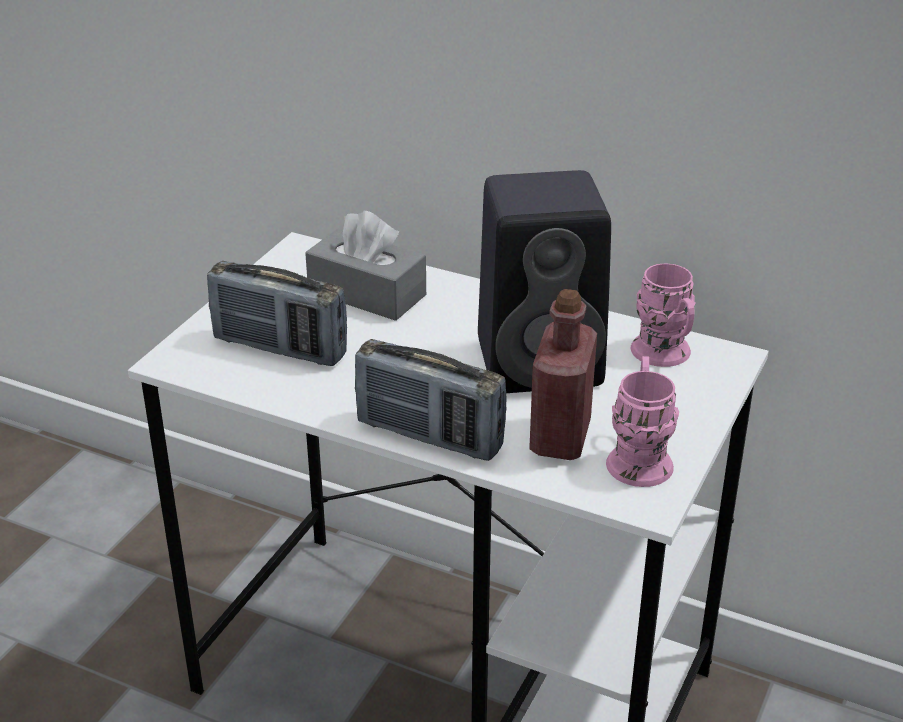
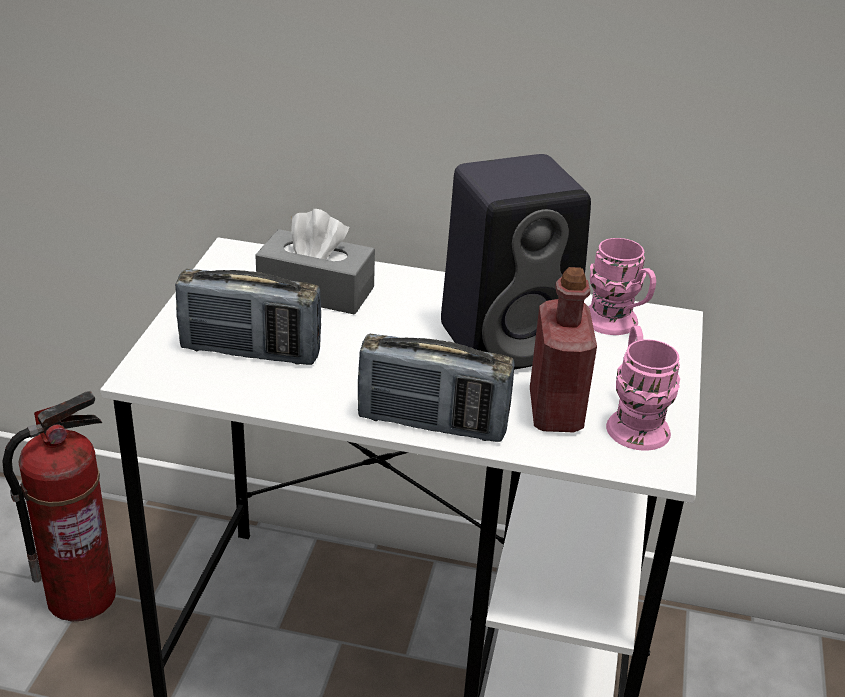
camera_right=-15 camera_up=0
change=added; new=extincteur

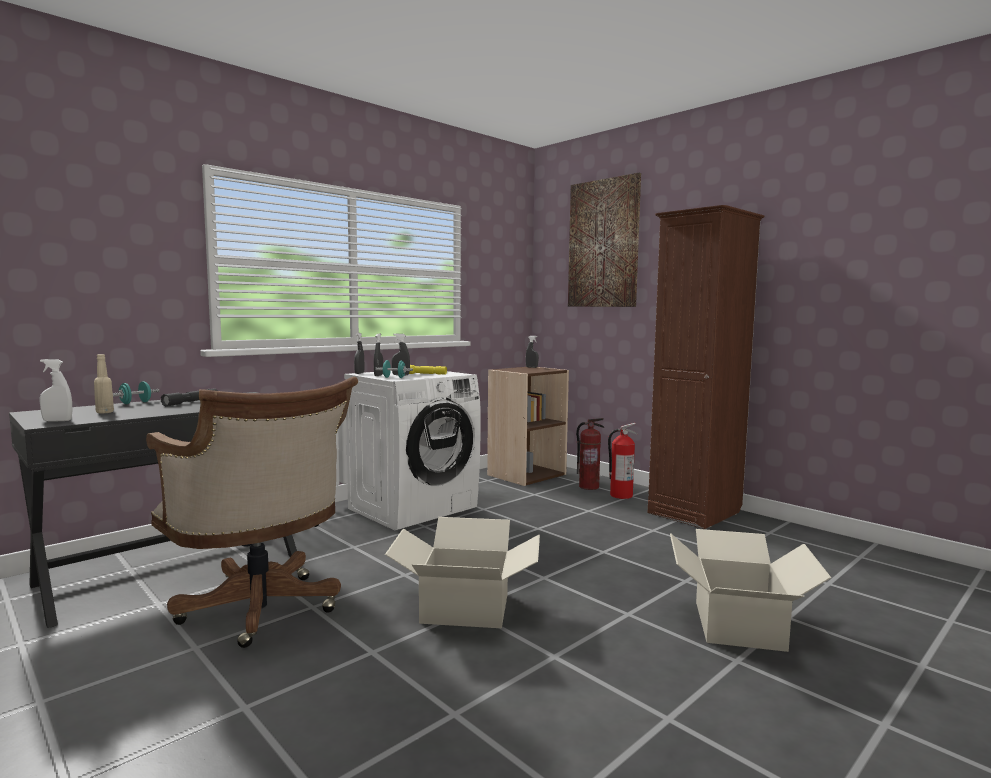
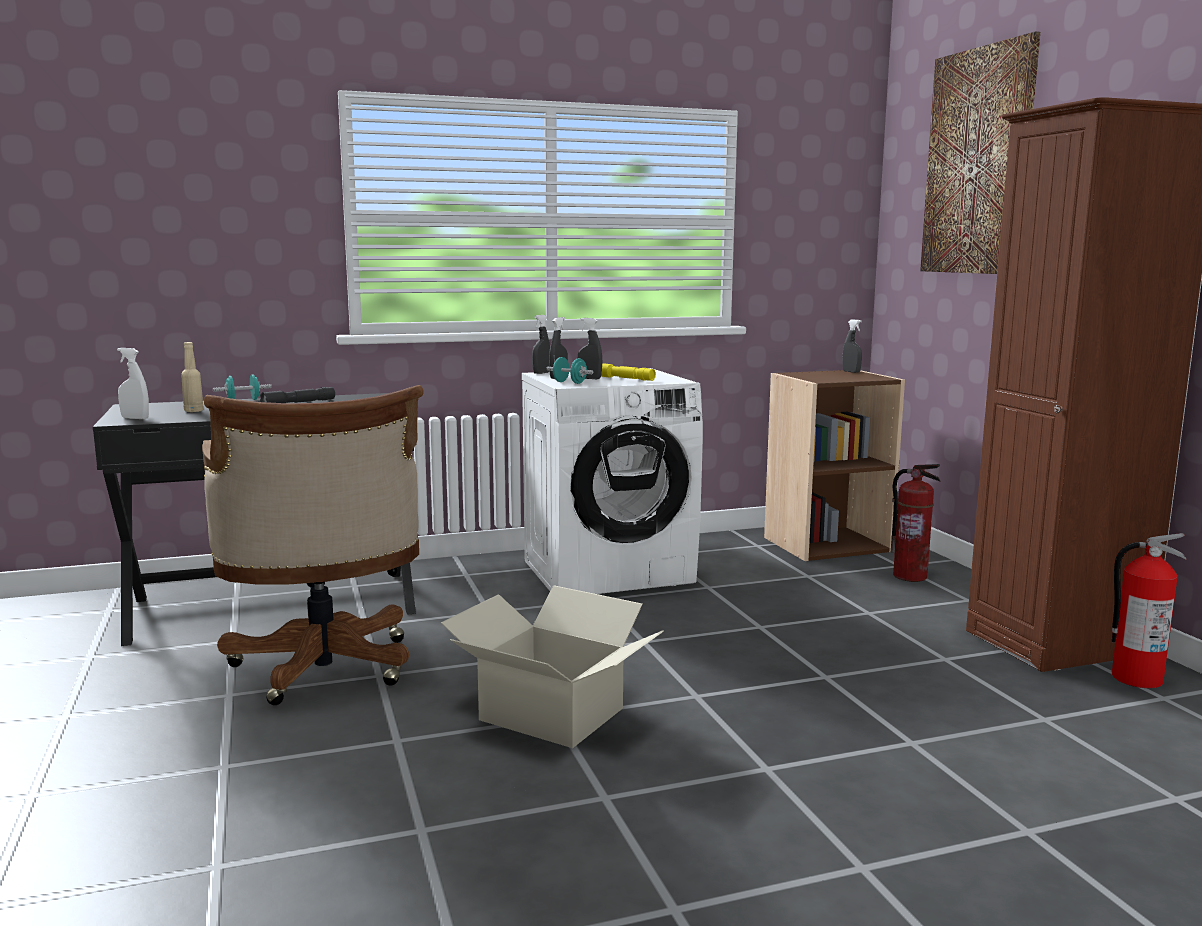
camera_right=25 camera_up=5
change=moved; old=extincteur (2nd from left)
change=removed; old=carton (2nd from left)

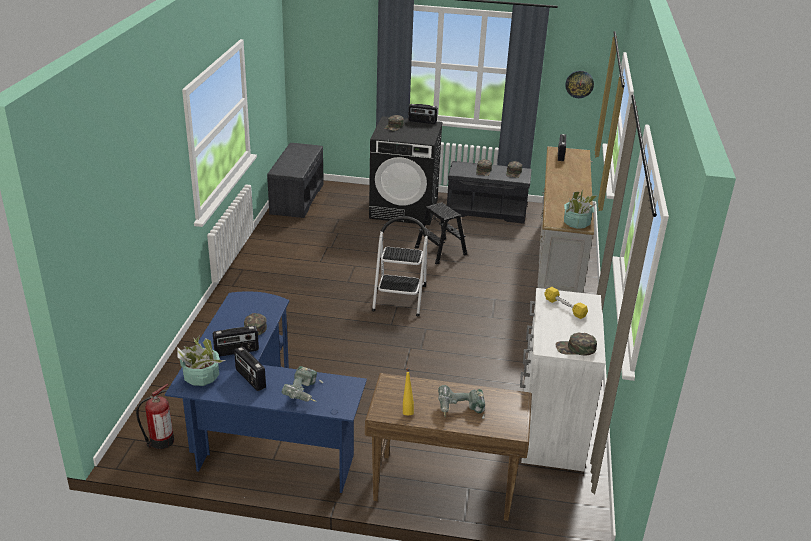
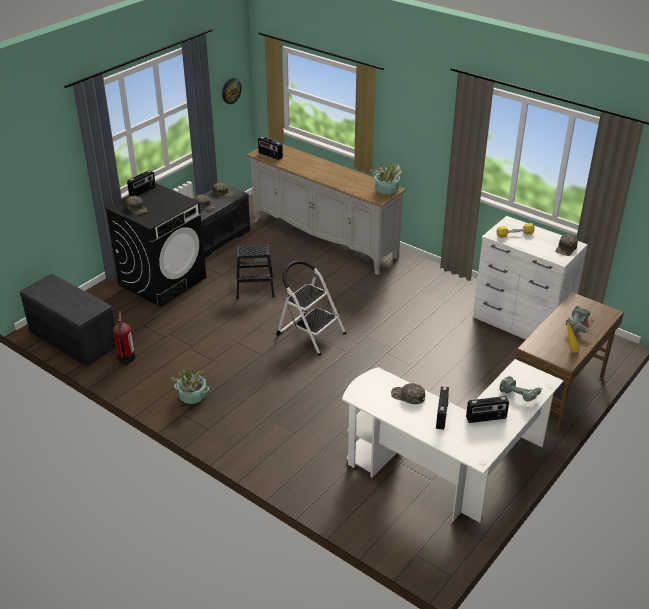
camera_right=-60 camera_up=5
change=recoloured; old=bureau/bleu; new=bureau/blanc
change=moved; old=plante en pot (1st from left)
change=moved; old=extincteur

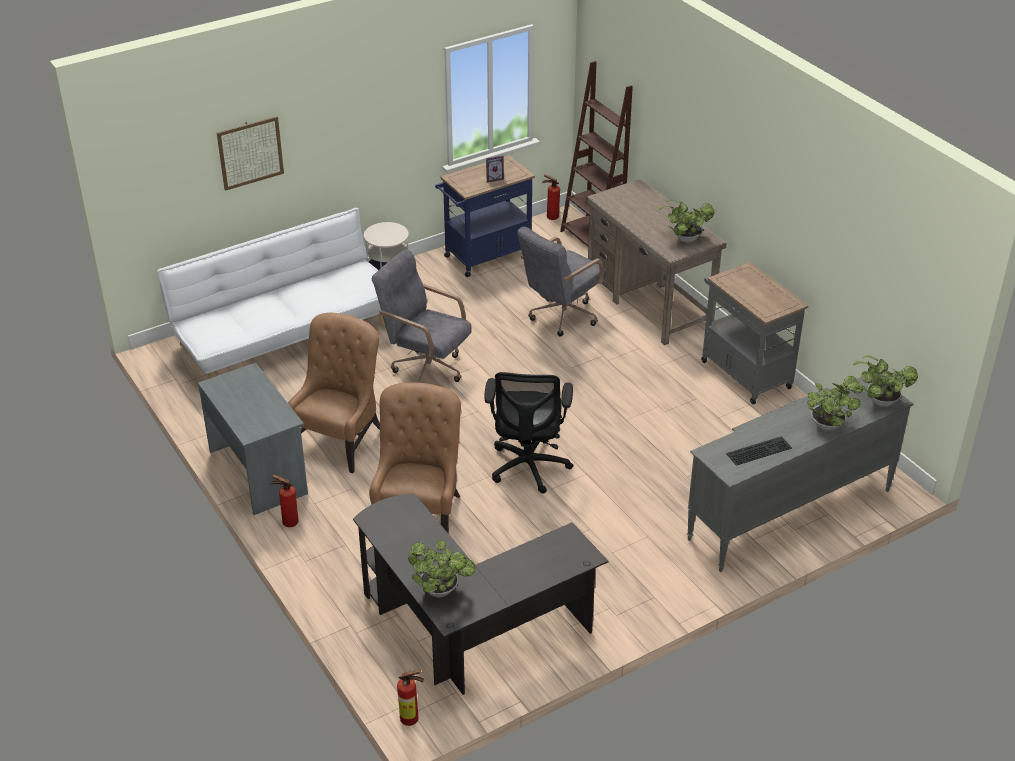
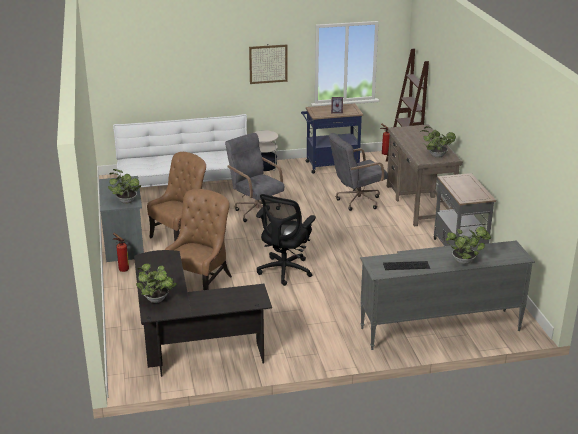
camera_right=20 camera_up=-10
change=moved; old=tableau
change=moved; old=plante en pot (4th from left in the first image); new=plante en pot (1st from left)
change=removed; old=extincteur (2nd from left)

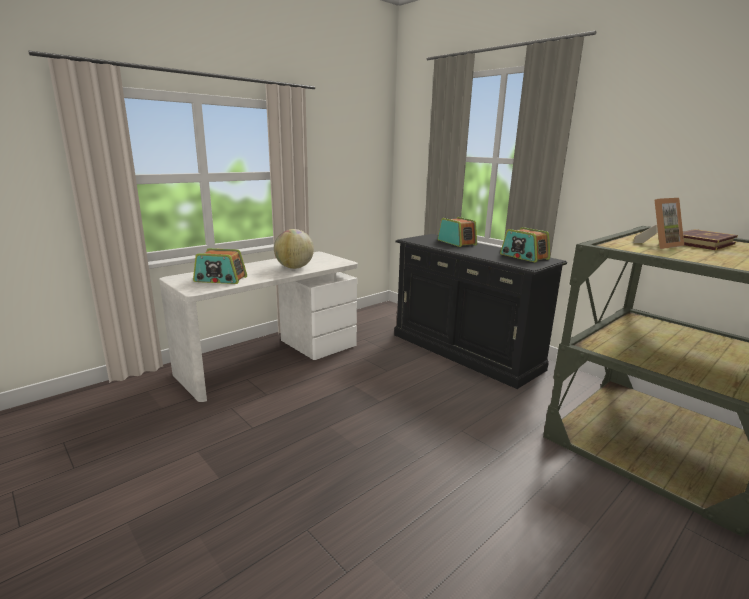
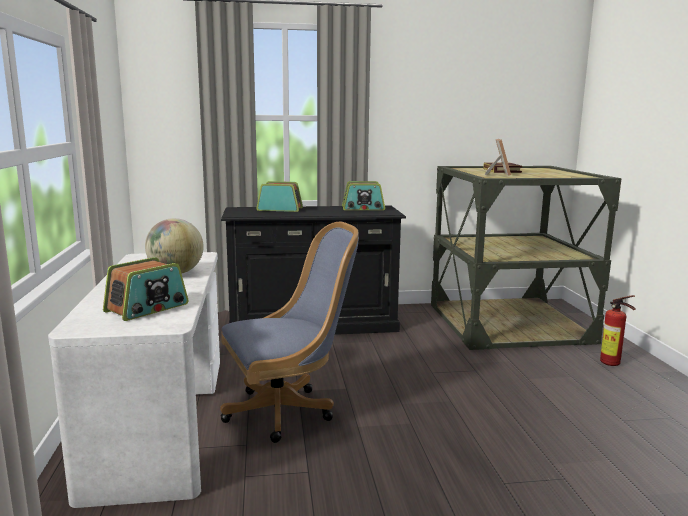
camera_right=-55 camera_up=-5
change=added; new=chaise de bureau/bleu
change=added; new=extincteur

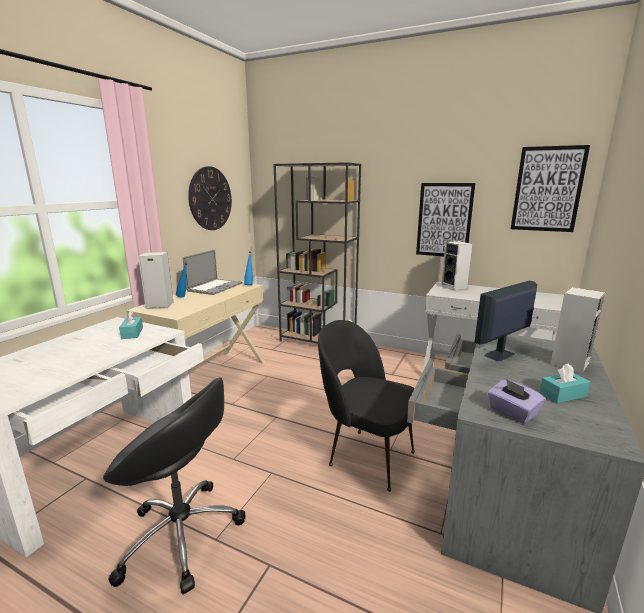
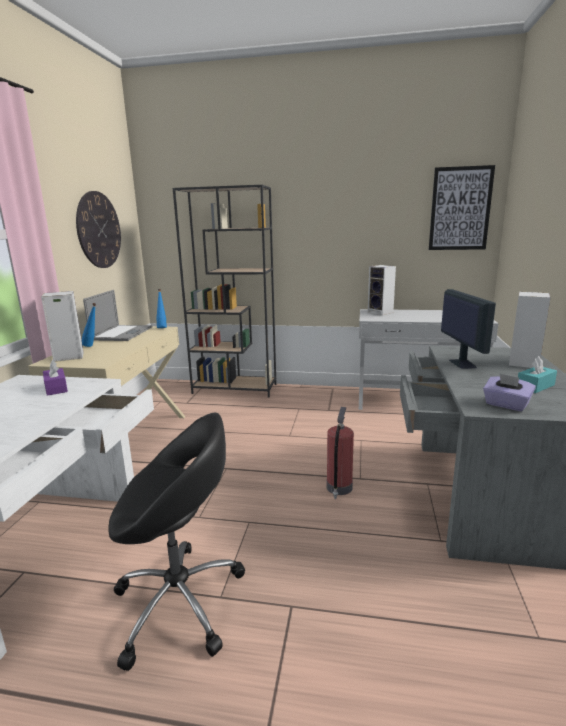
camera_right=-15 camera_up=0
change=removed; old=tableau (1st from left)
change=turned; old=écran d'ordinateur; degrees=135
change=recoloured; old=boîte à mouchoirs/turquoise (1st from left); new=boîte à mouchoirs/violet (1st from left)
change=replaced; old=chaise/noir; new=extincteur

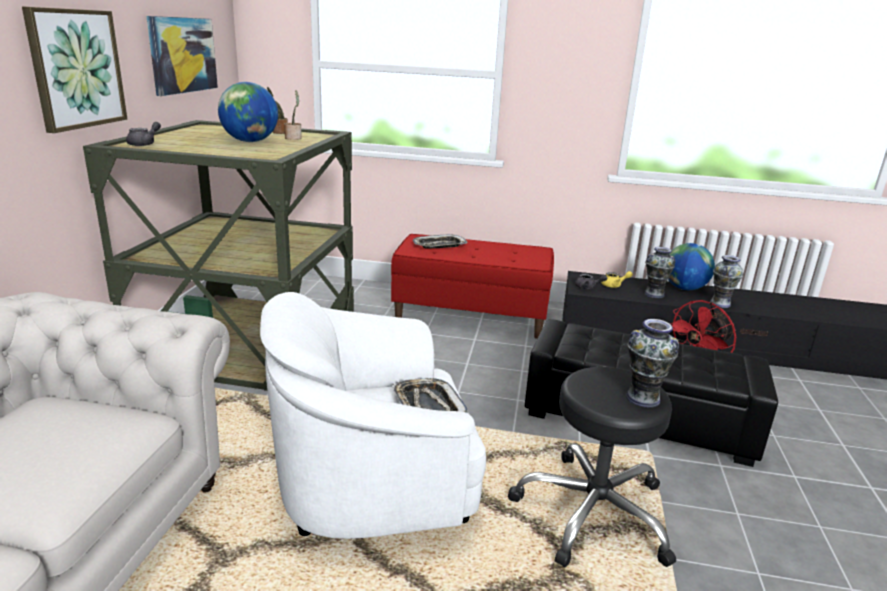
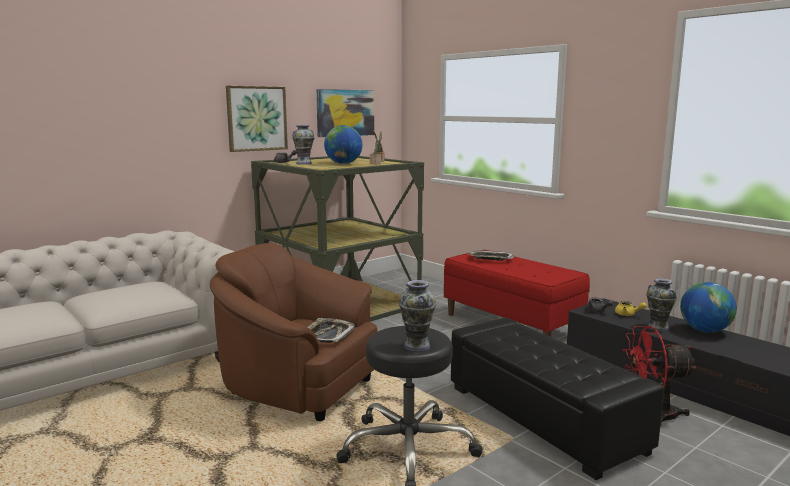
camera_right=40 camera_up=-10
change=moved; old=vase (3rd from left in the first image); new=vase (1st from left)
change=recoloured; old=fauteuil/blanc; new=fauteuil/marron

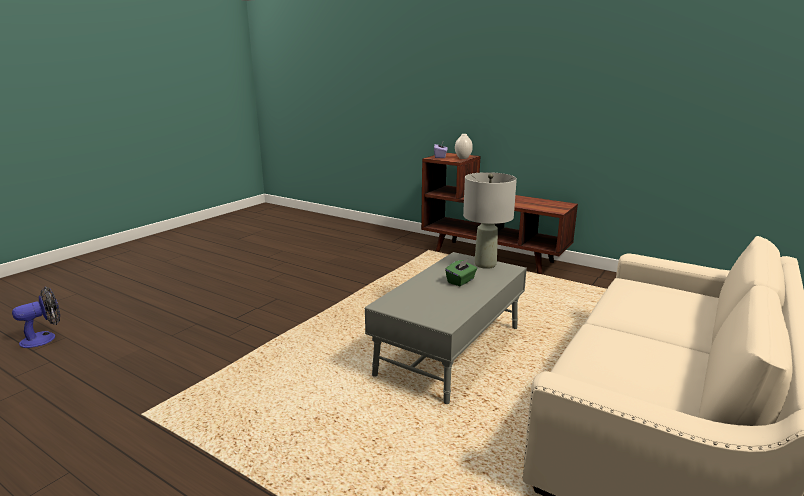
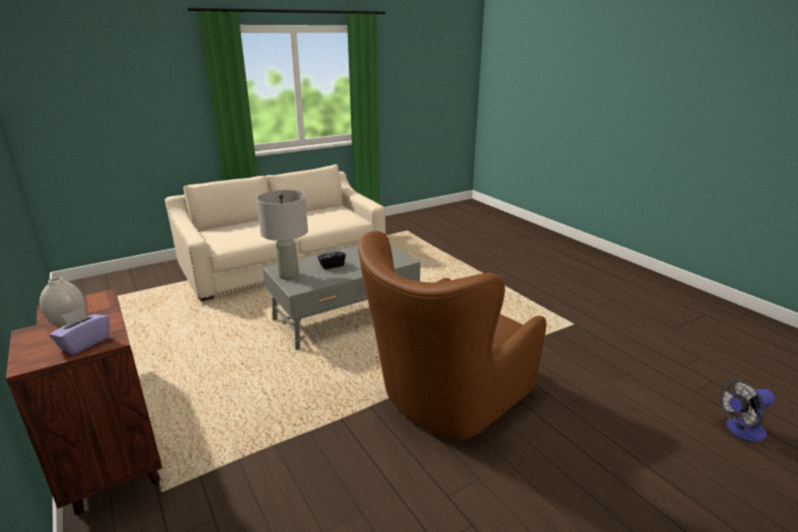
camera_right=-155 camera_up=5
change=recoloured; old=boîte à mouchoirs/vert; new=boîte à mouchoirs/noir
change=added; new=fauteuil/marron

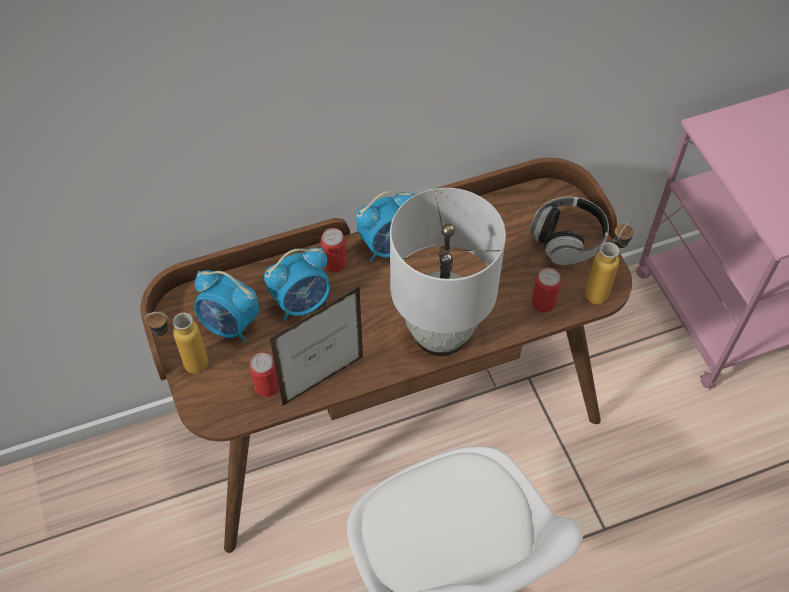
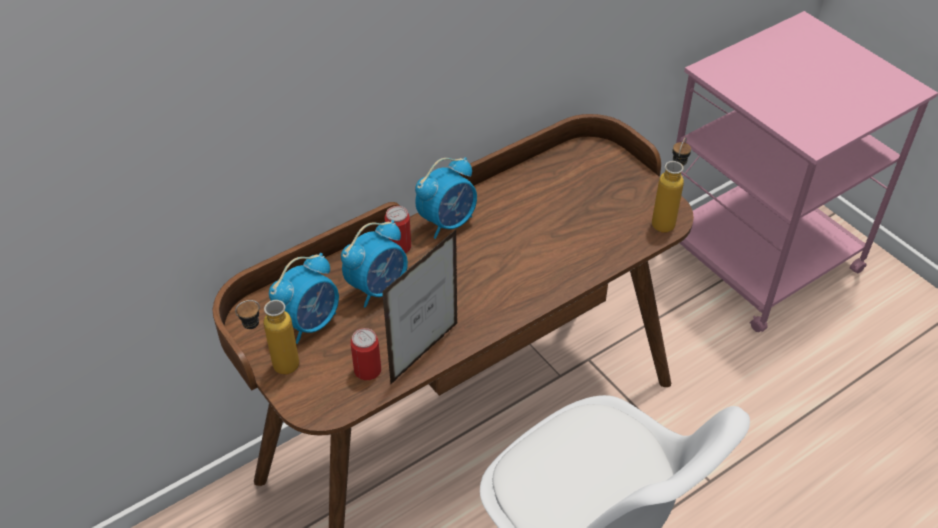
camera_right=-15 camera_up=-10
change=removed; old=lampe de table/blanc
change=removed; old=casque audio
change=removed; old=boîte métallique (3rd from left)
change=turned; old=réveil (1st from left); degrees=-60

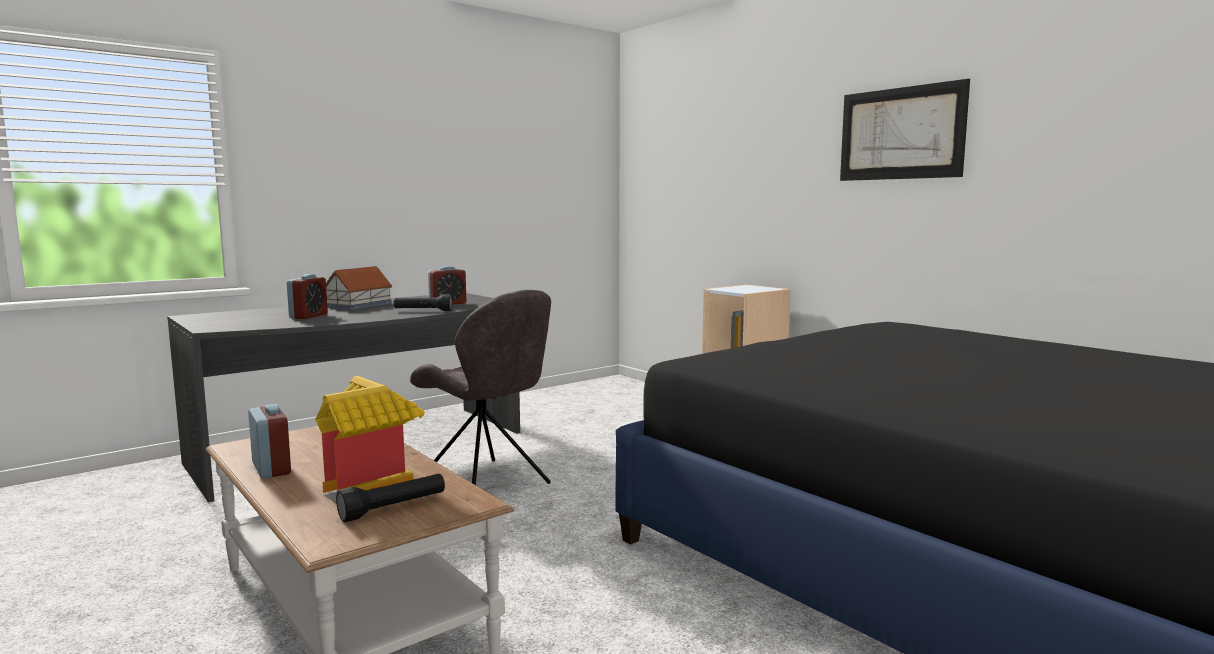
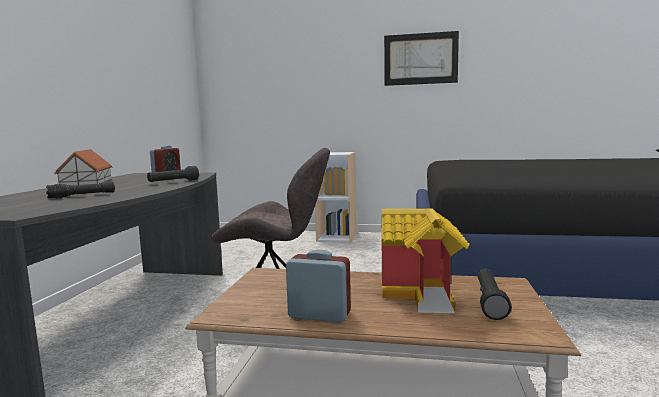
camera_right=-40 camera_up=0
change=replaced; old=réveil (2nd from left); new=lampe de poche/noir (1st from left)

